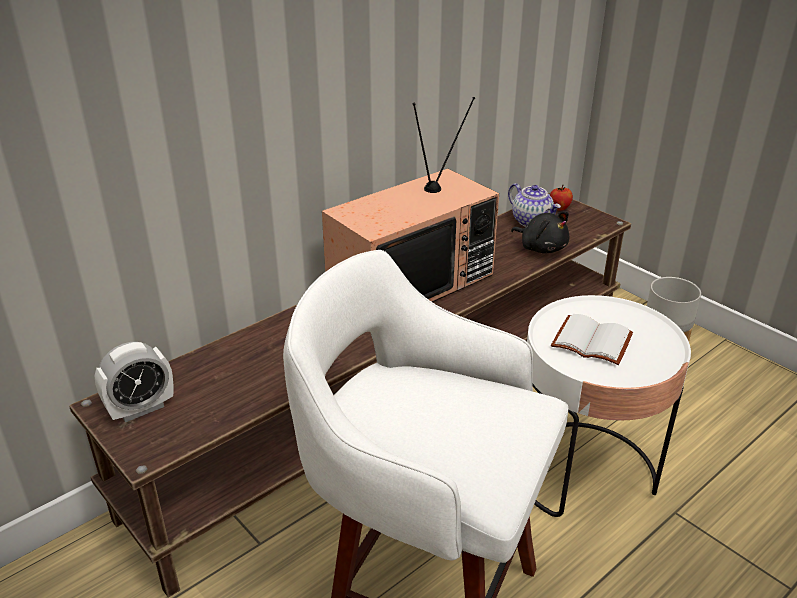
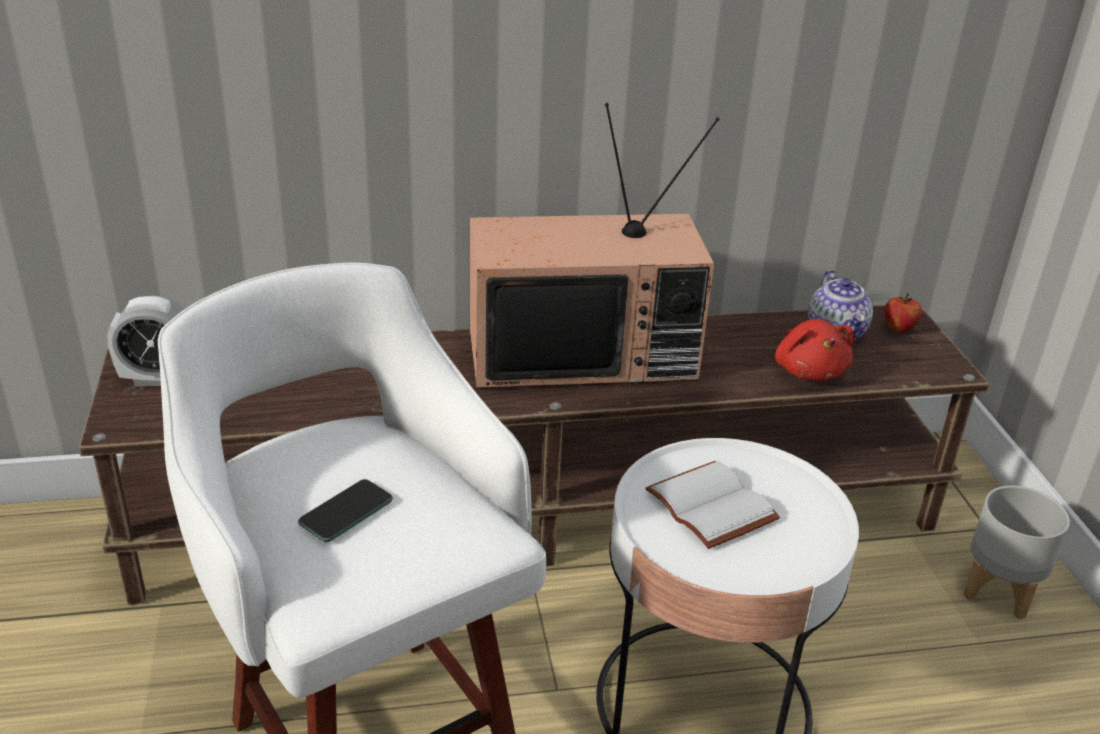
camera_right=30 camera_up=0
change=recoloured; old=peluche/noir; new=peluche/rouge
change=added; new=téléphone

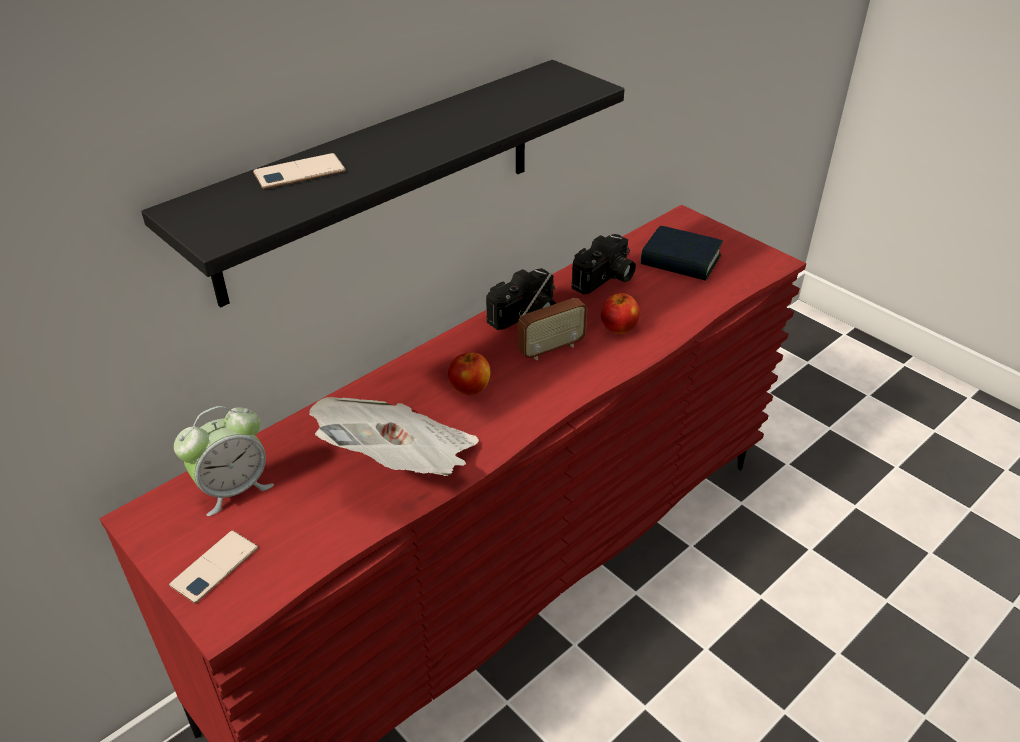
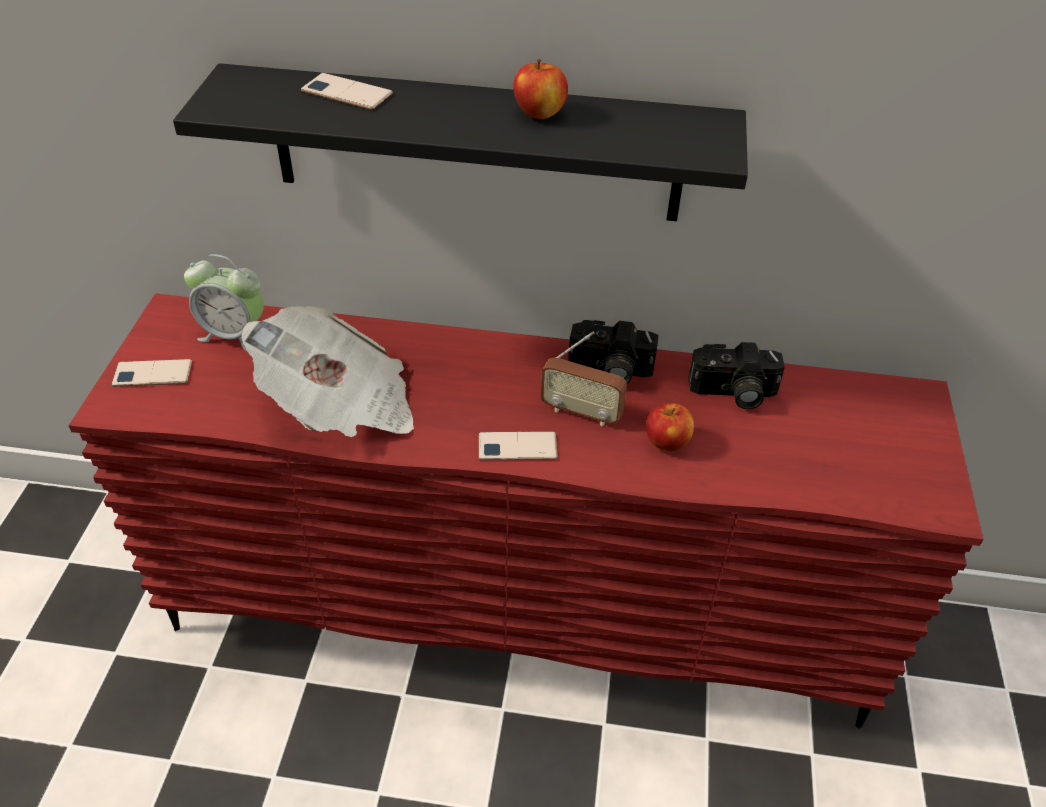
camera_right=50 camera_up=5
change=removed; old=livre
change=moved; old=pomme (1st from left)
change=added; new=téléphone (3rd from left)

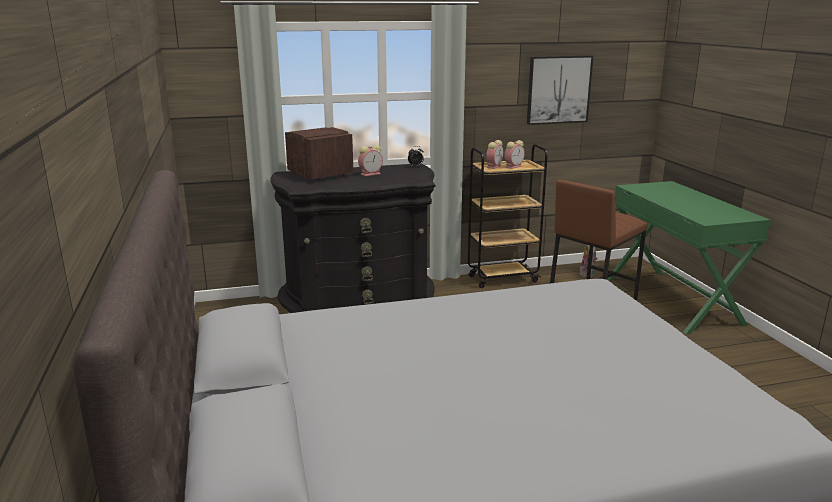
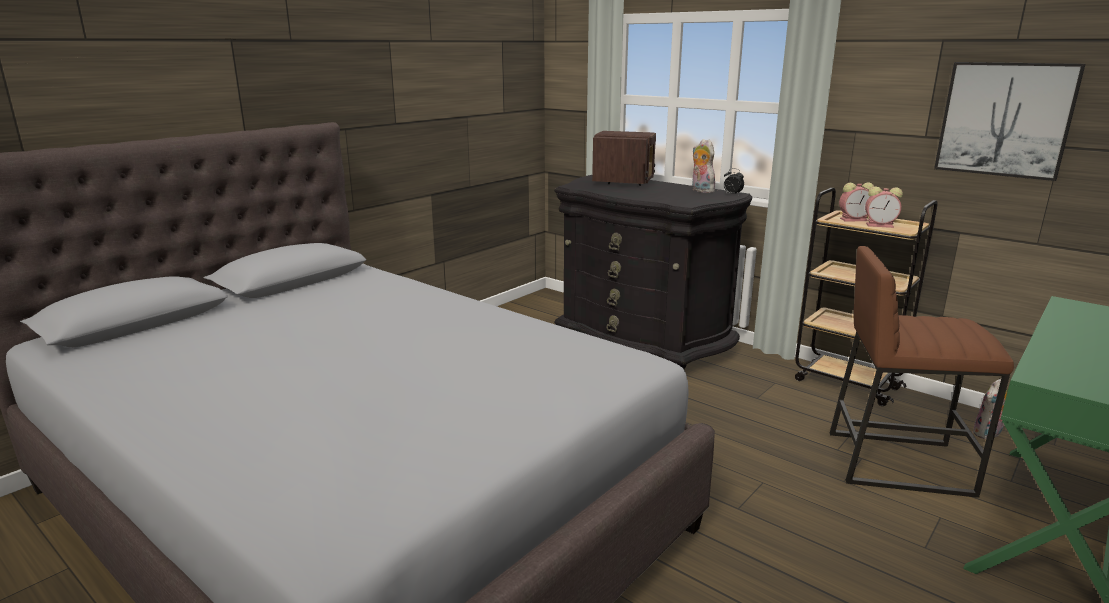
camera_right=55 camera_up=0
change=removed; old=réveil (1st from left)
change=added; new=peluche (1st from left)

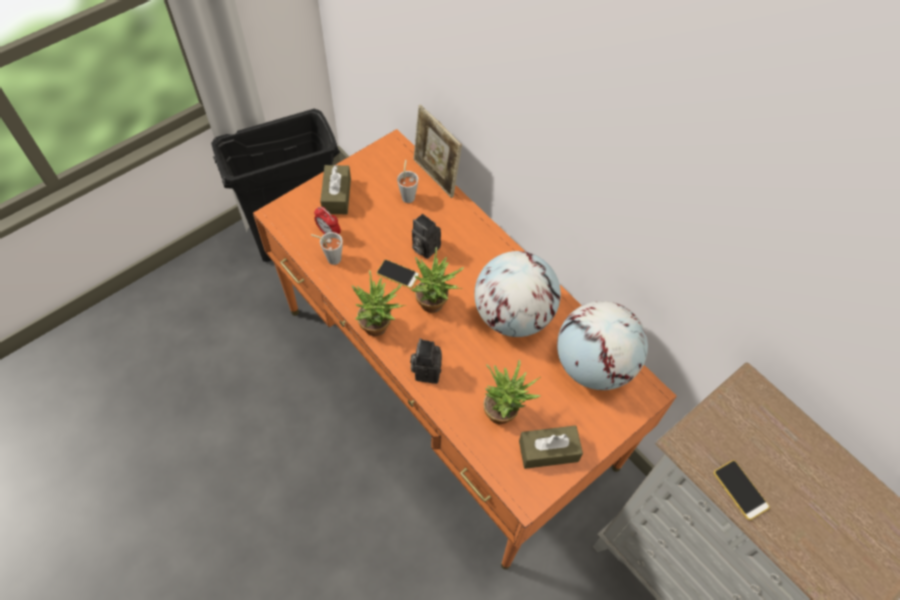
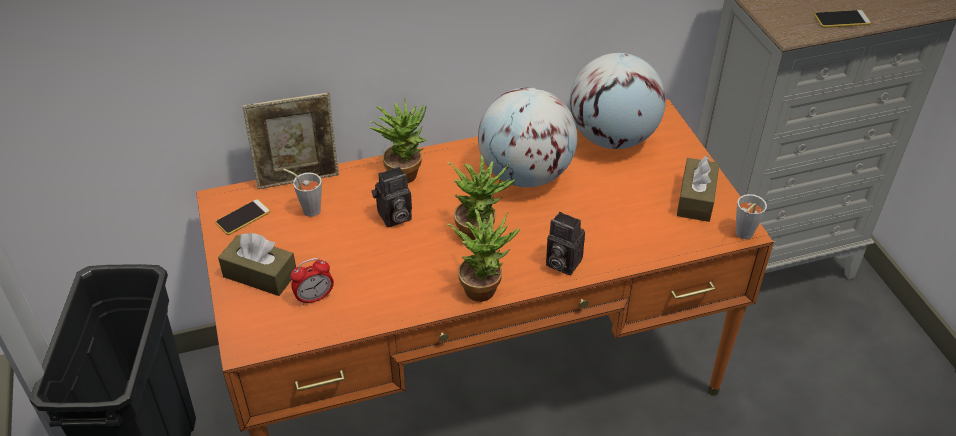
camera_right=-65 camera_up=-15
change=moved; old=tasse/gris (1st from left in the first image); new=tasse/gris (2nd from left)
change=moved; old=téléphone (1st from left)
change=moved; old=plante en pot (3rd from left in the first image); new=plante en pot (1st from left)

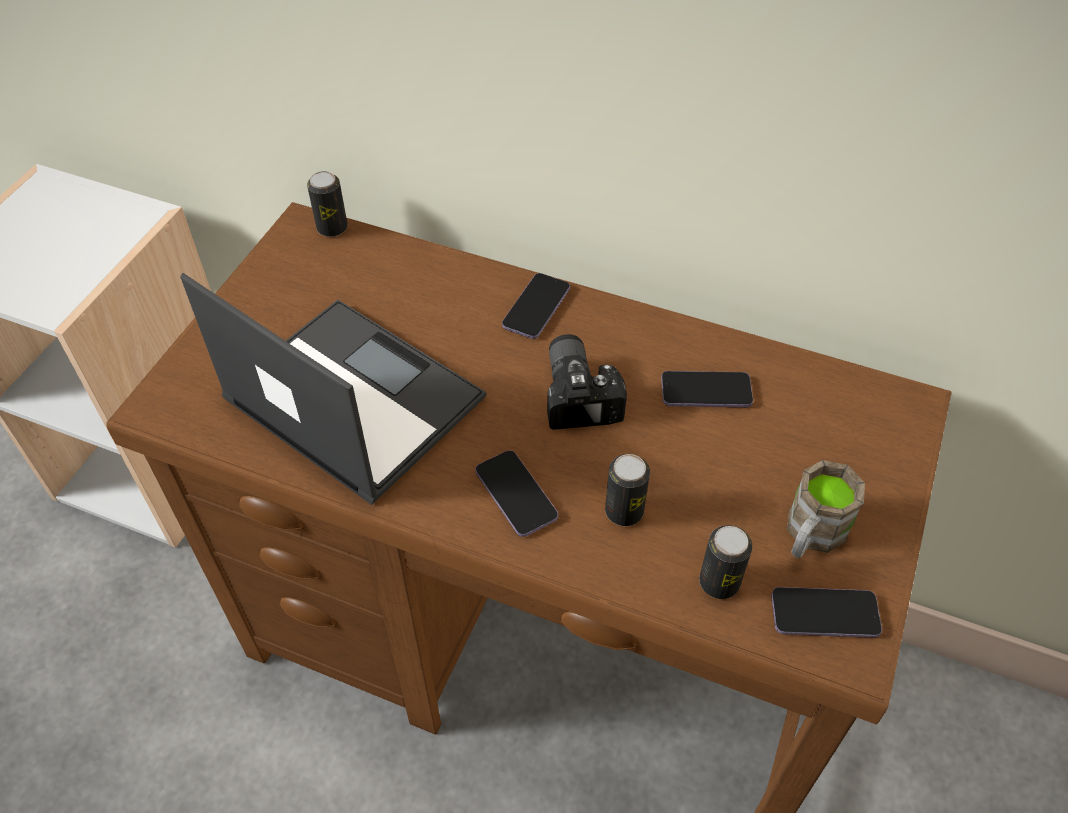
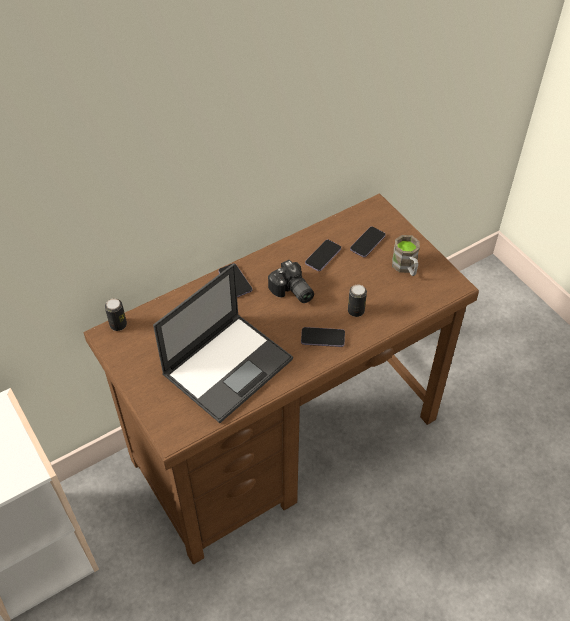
camera_right=-55 camera_up=0
change=turned; old=ordinateur portable; degrees=150
change=turned; old=appareil photo; degrees=-150
change=removed; old=boîte métallique (3rd from left)
change=moved; old=téléphone (4th from left)

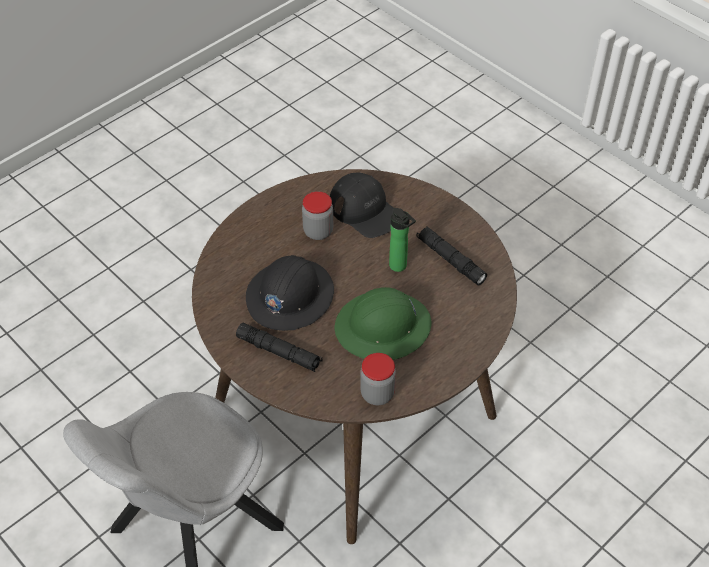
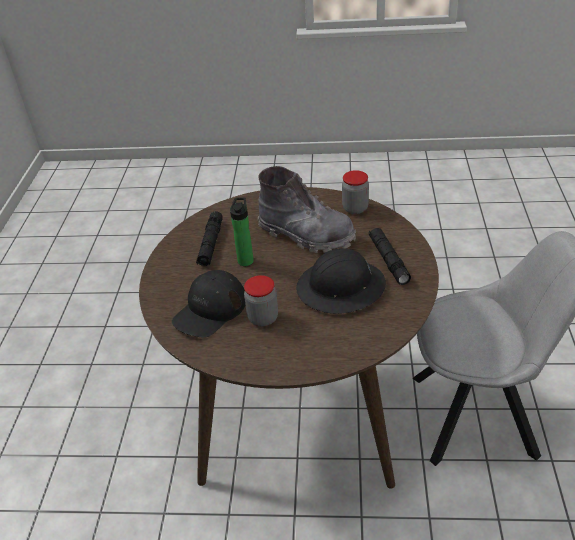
camera_right=-130 camera_up=-10
change=turned; old=casquette/noir; degrees=-150
change=replaced; old=casque de chantier/vert; new=botte/gris

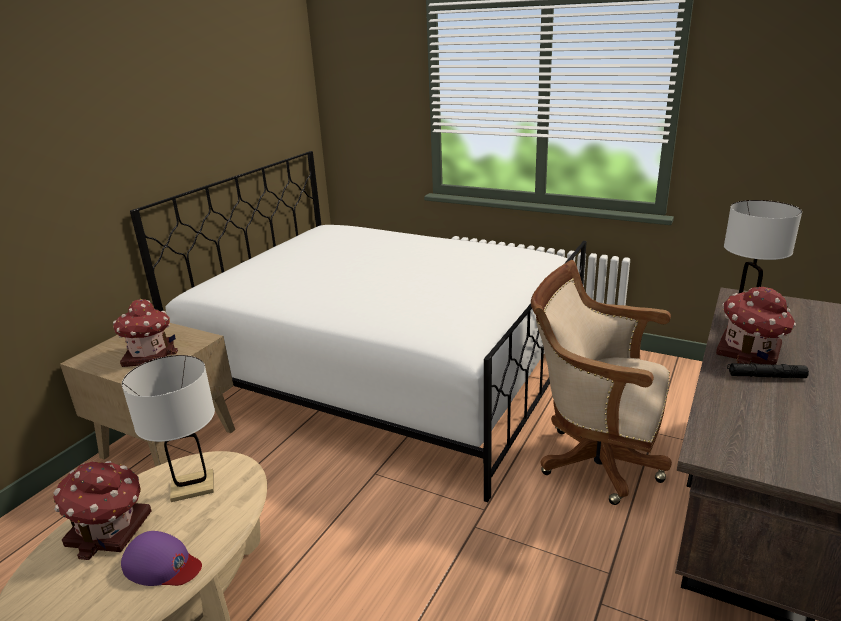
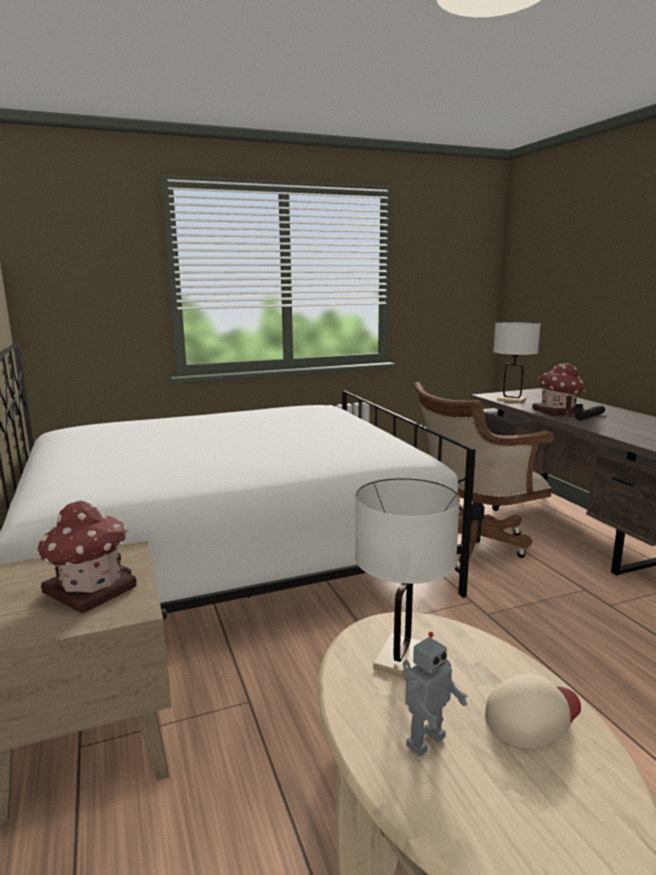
camera_right=-50 camera_up=-10
change=replaced; old=maison miniature (1st from left); new=robot jouet
change=recoloured; old=casquette/violet; new=casquette/beige

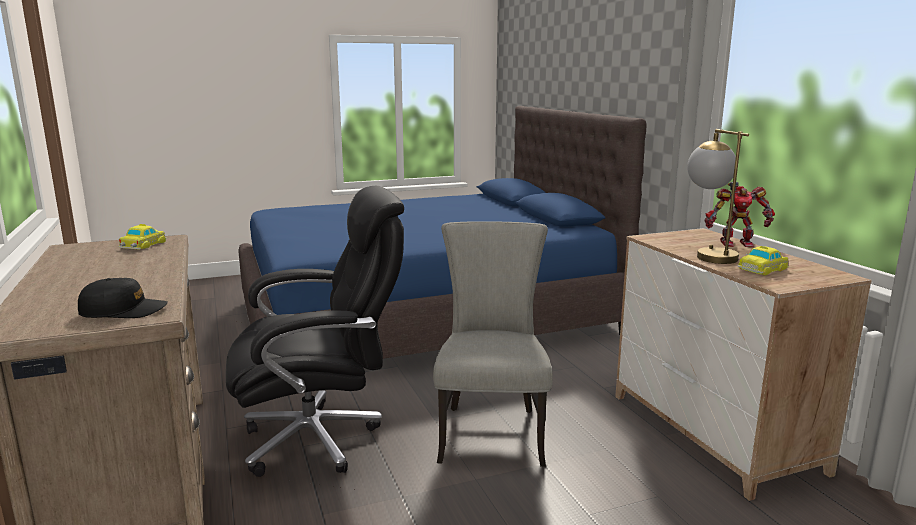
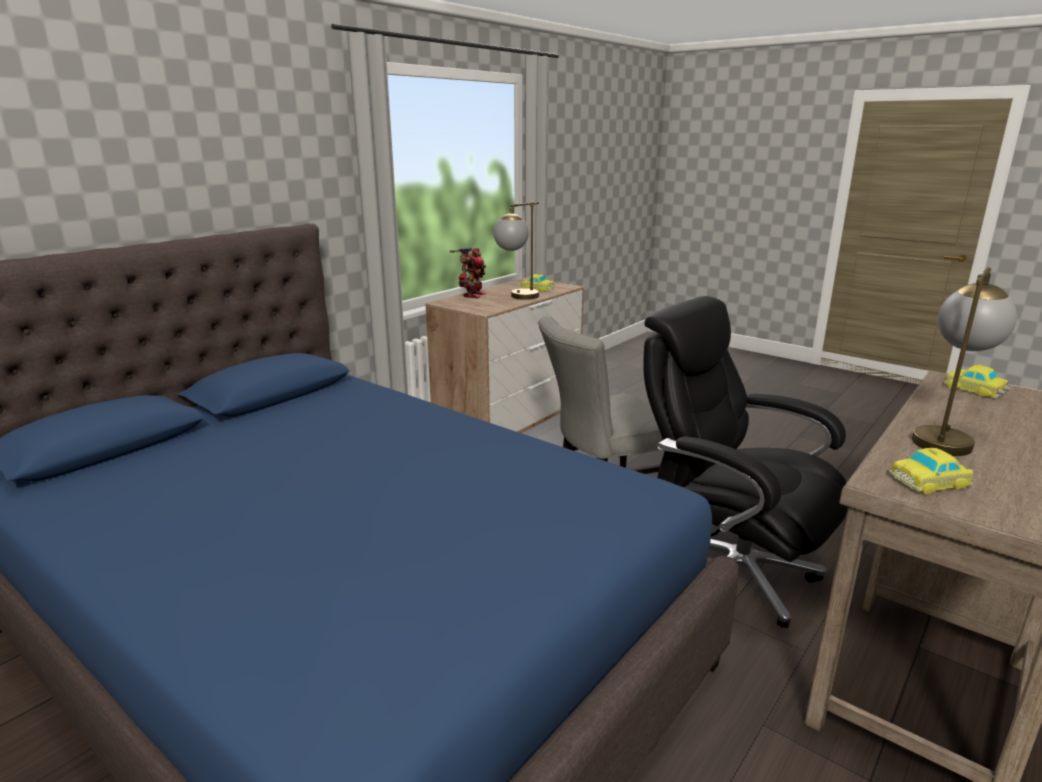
camera_right=-120 camera_up=5
change=turned; old=robot jouet; degrees=45
change=replaced; old=casquette/noir; new=petite voiture (3rd from left)
change=added; new=lampe de table (2nd from left)

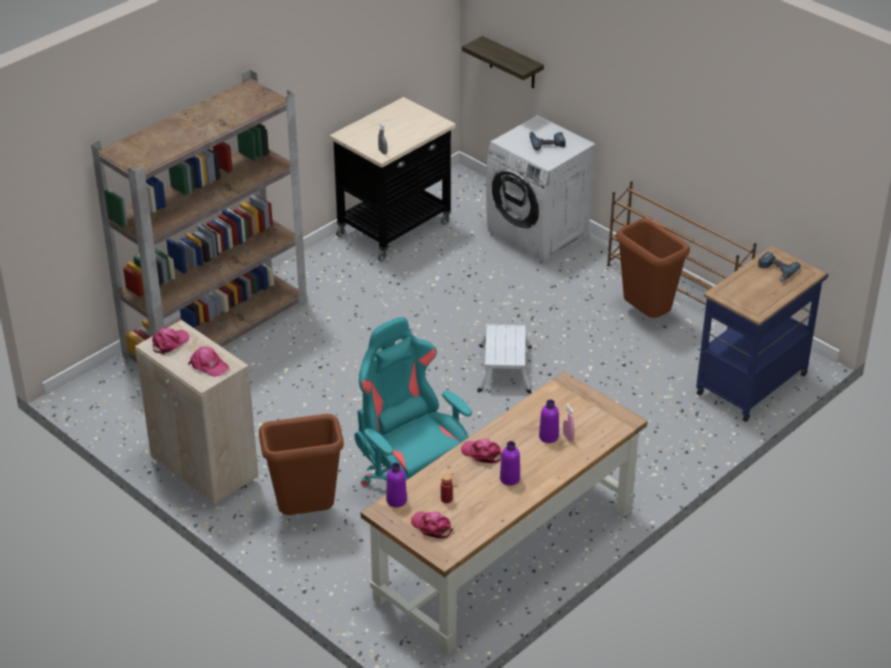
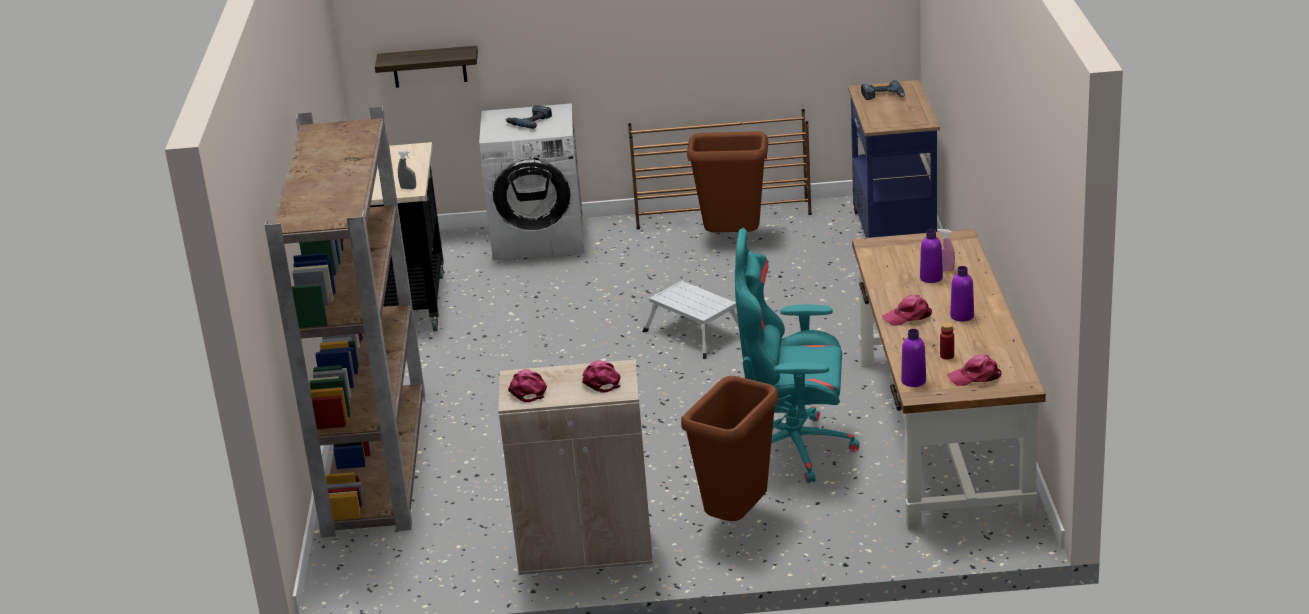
camera_right=-45 camera_up=-10
change=turned; old=casquette/rose (2nd from left); degrees=-90

